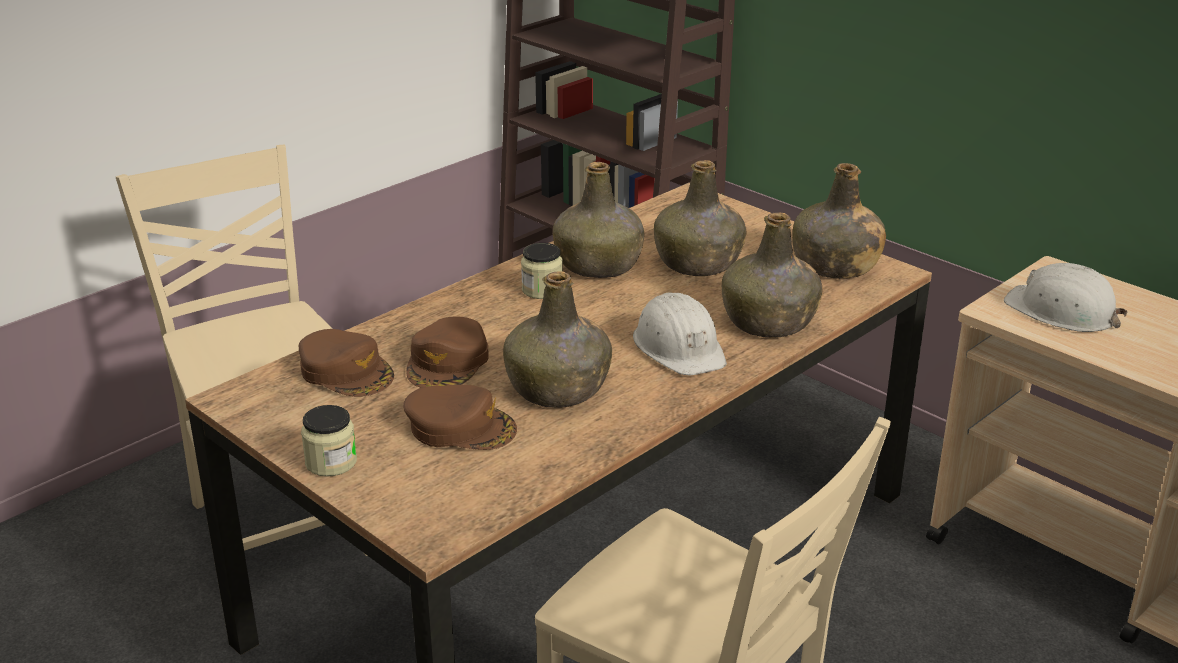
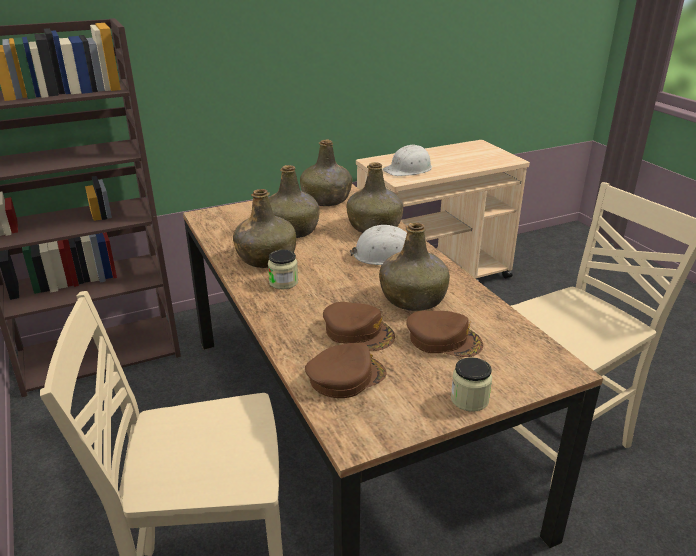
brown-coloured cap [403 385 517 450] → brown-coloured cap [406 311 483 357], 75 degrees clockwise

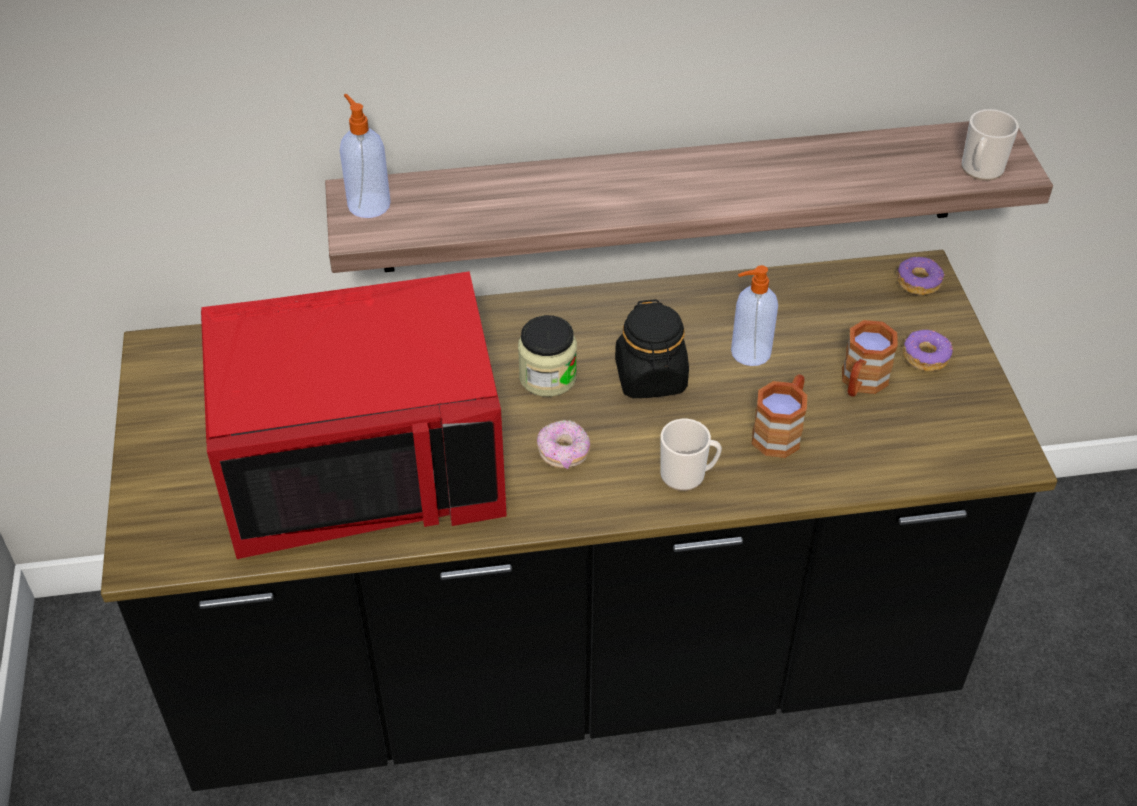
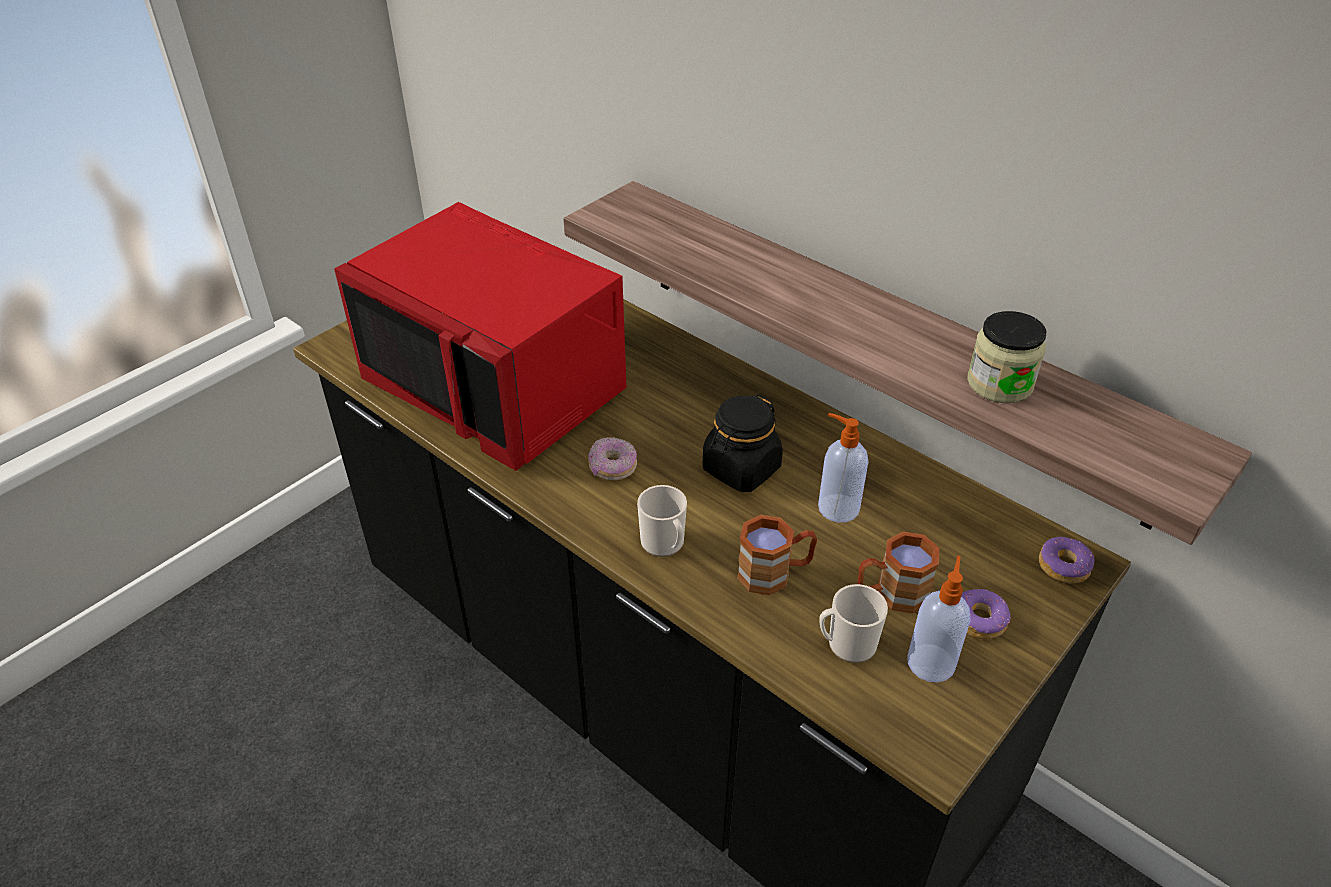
liquid soap bottle [340 94 391 218] → liquid soap bottle [907 555 970 683], shifted
preserve jar [518 315 577 397] → preserve jar [967 311 1046 403], shifted
coffee mug [962 109 1019 181] → coffee mug [819 584 888 663], shifted

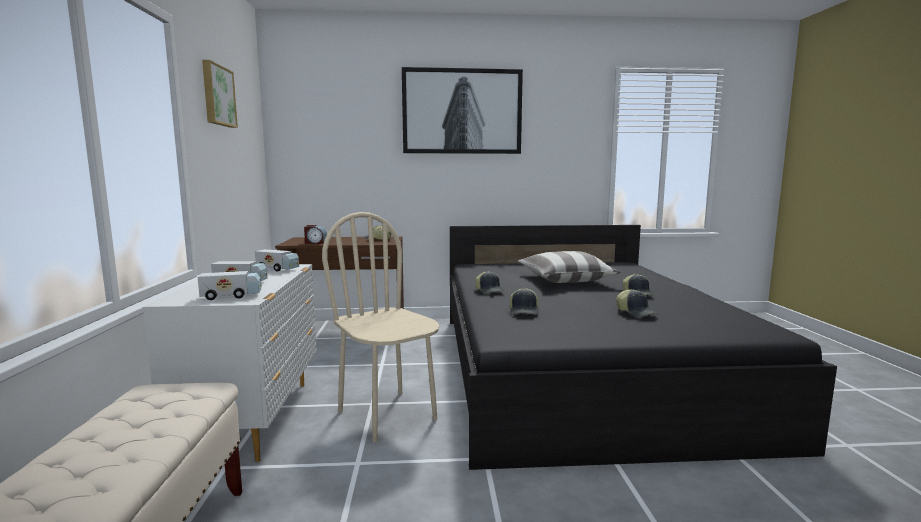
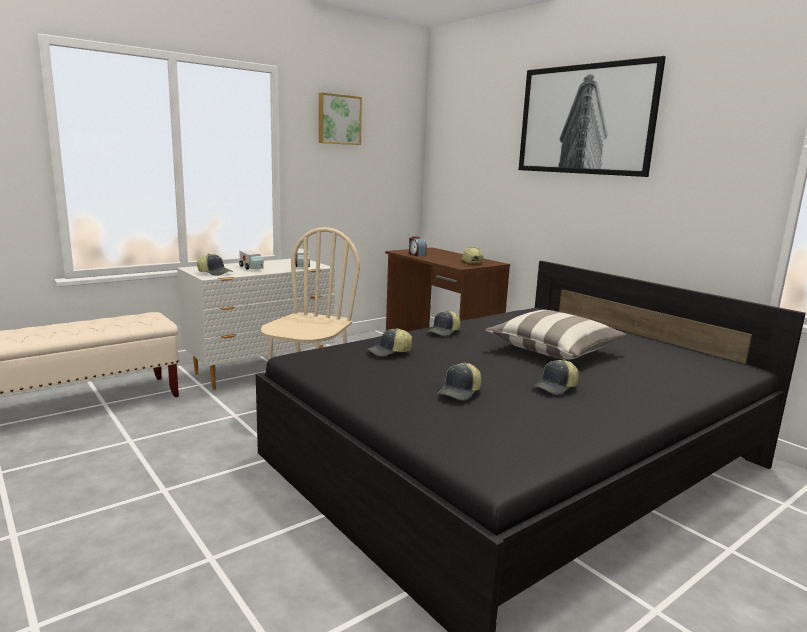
toy truck [198 271 261 300] → cap [197 253 233 276]

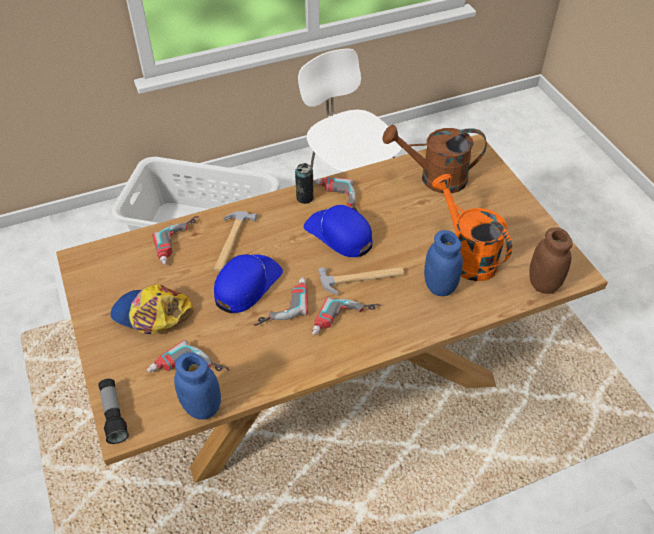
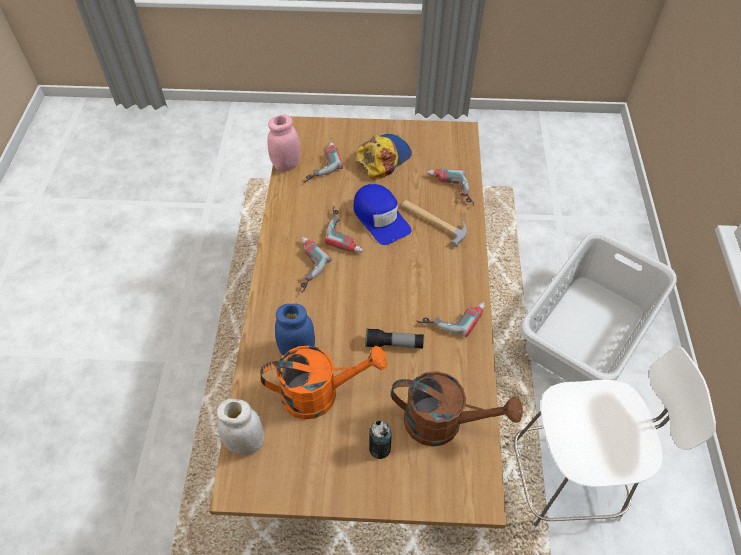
blue cap [304 205 372 257] → -
tool hammer [318 267 404 295] → -
torch [98 379 129 444] → torch [365 328 424 349], shifted
can [295 163 314 204] → can [369 421 392 459], shifted
blue preserve jar [174 352 221 420] → pink-coloured preserve jar [267 114 300 172]
brown-coloured preserve jar [529 227 573 294] → white preserve jar [217 399 264 454]
brown-coloured watering can [382 125 487 193] → brown-coloured watering can [391 371 523 447], 75 degrees clockwise

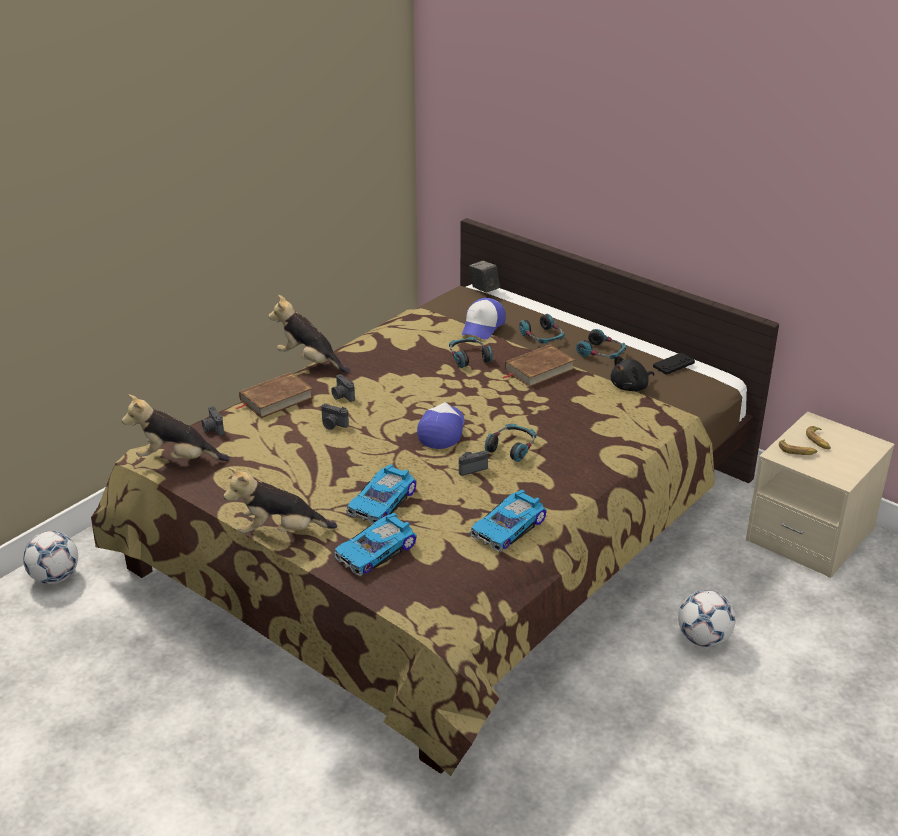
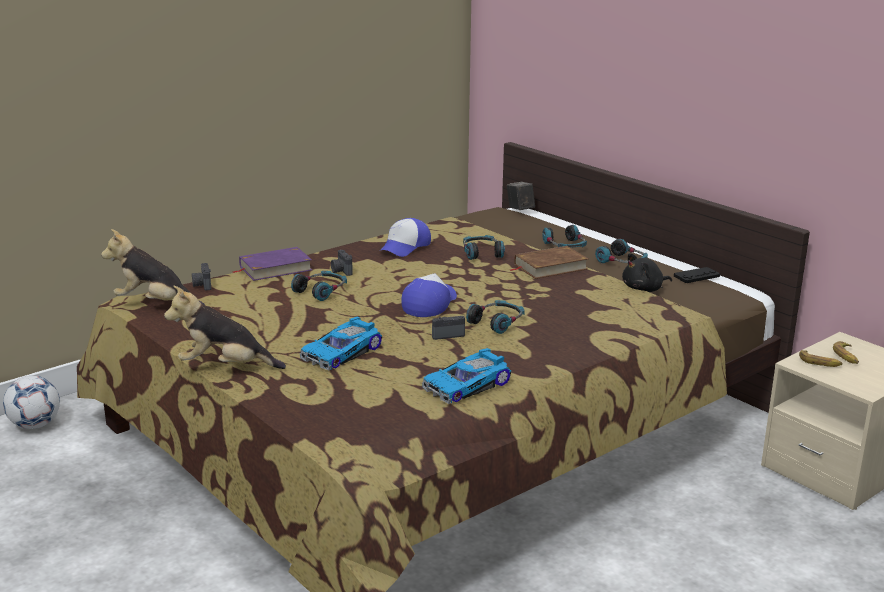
plush toy [268 295 350 373] → -
model car [334 513 417 576] → -
ball for football [678 590 735 647] → -
cap [462 298 506 340] → cap [381 218 431 257], shifted
still camera [321 403 349 430] → headphones [291 271 347 301]
brown-coloured bound book [236 372 314 418] → purplish bound book [232 247 312 281]

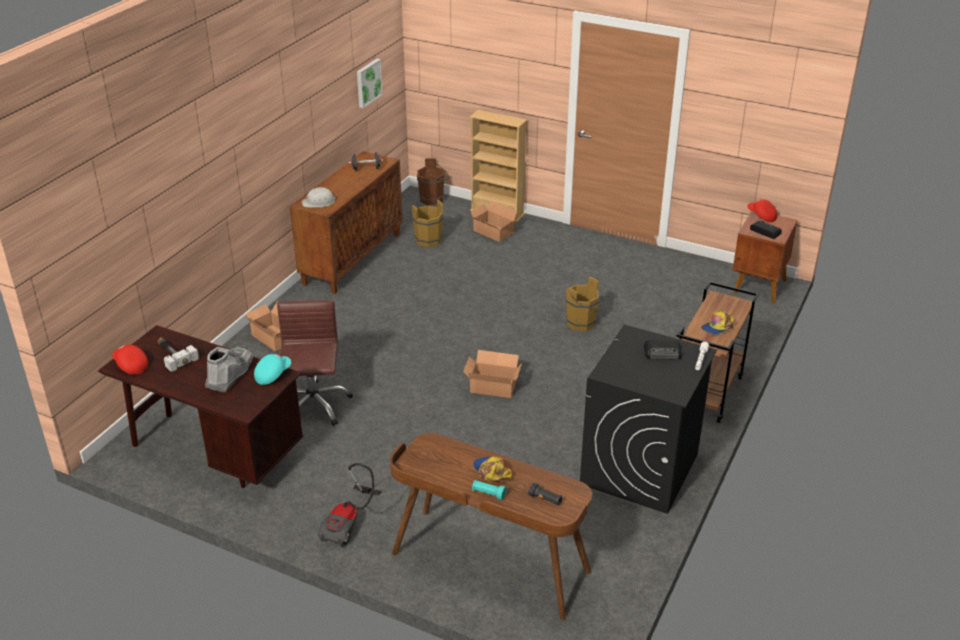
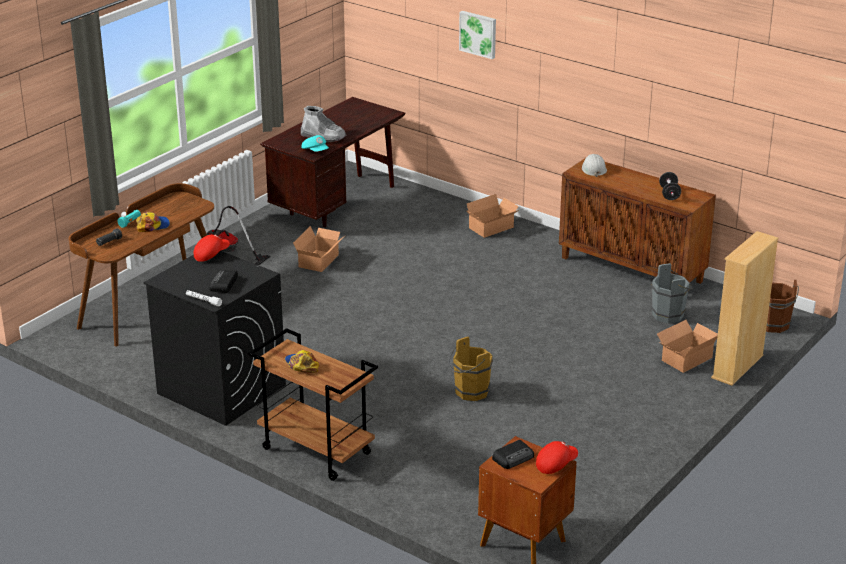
tool hammer [157 338 199 372] → -
brown-coloured computer chair [277 300 353 426] → -
red cap [112 345 148 374] → red cap [194 234 230 262], shifted
wall art [357 59 383 108] → wall art [459 11 496 59], shifted
cardboard box [463 350 522 398] → cardboard box [293 226 346 272], shifted
brown-coloured water bucket [410 199 444 248] → grey water bucket [651 263 693 323]

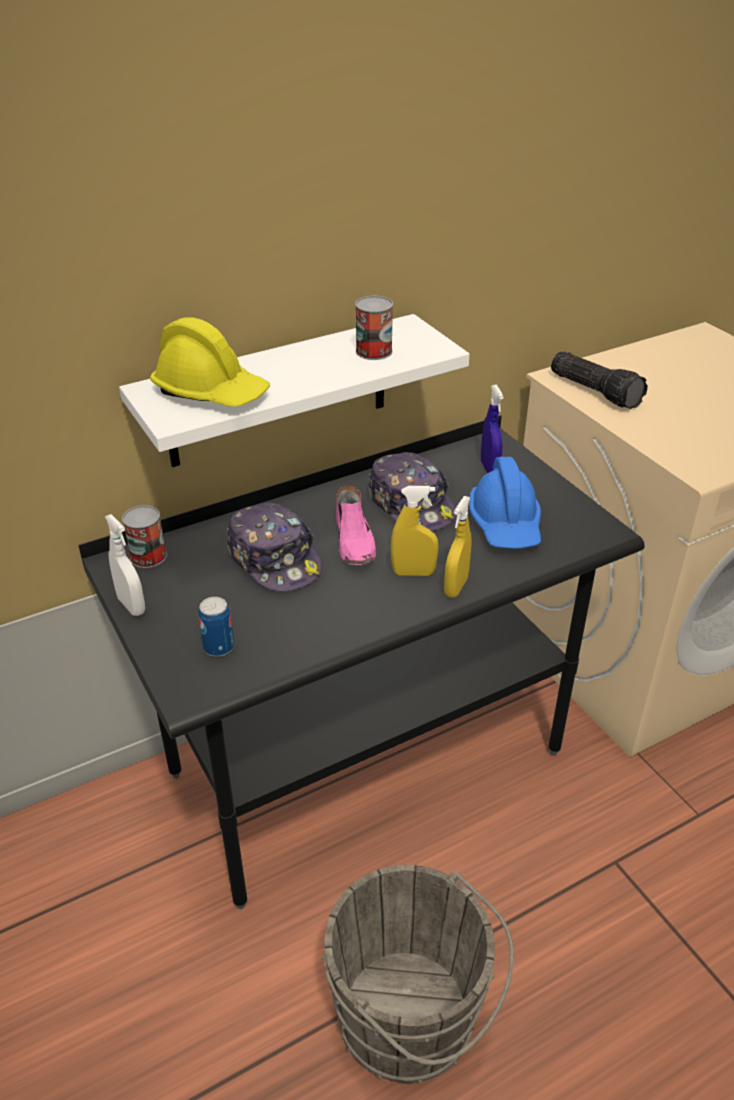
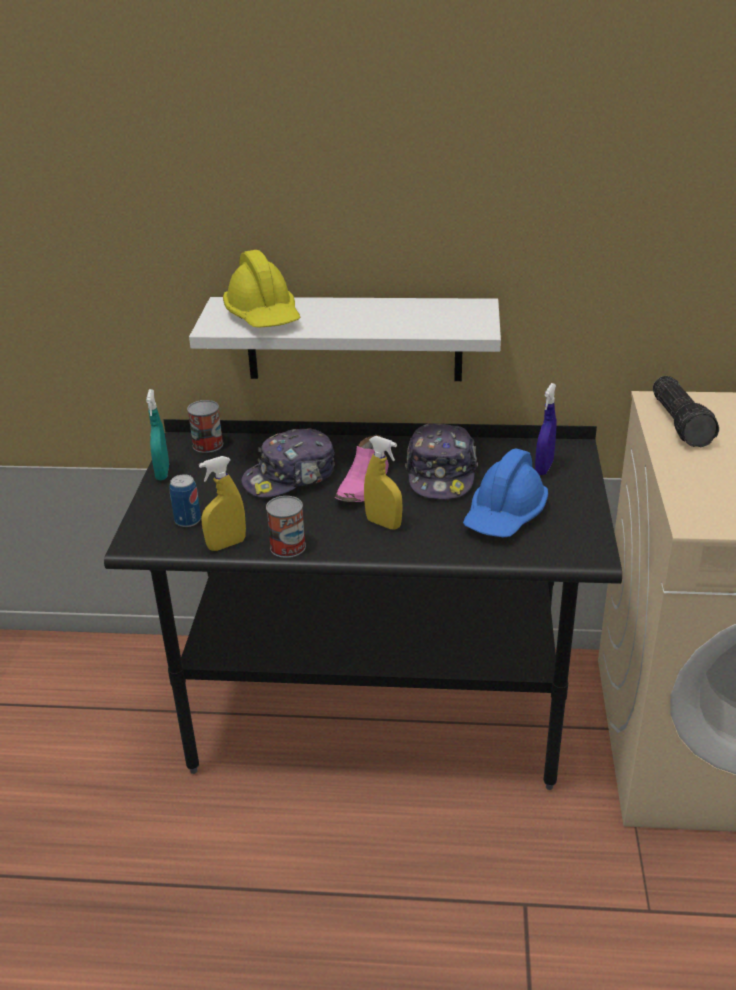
grey water bucket [322 865 514 1083] → -
can [355 296 393 360] → can [266 496 306 558], shifted
yellow-coloured spray bottle [444 496 471 598] → yellow-coloured spray bottle [199 456 246 551], shifted
white spray bottle [105 514 145 616] → blue-green spray bottle [146 389 169 480]
cap [227 503 322 592] → cap [241 428 335 497], 60 degrees clockwise

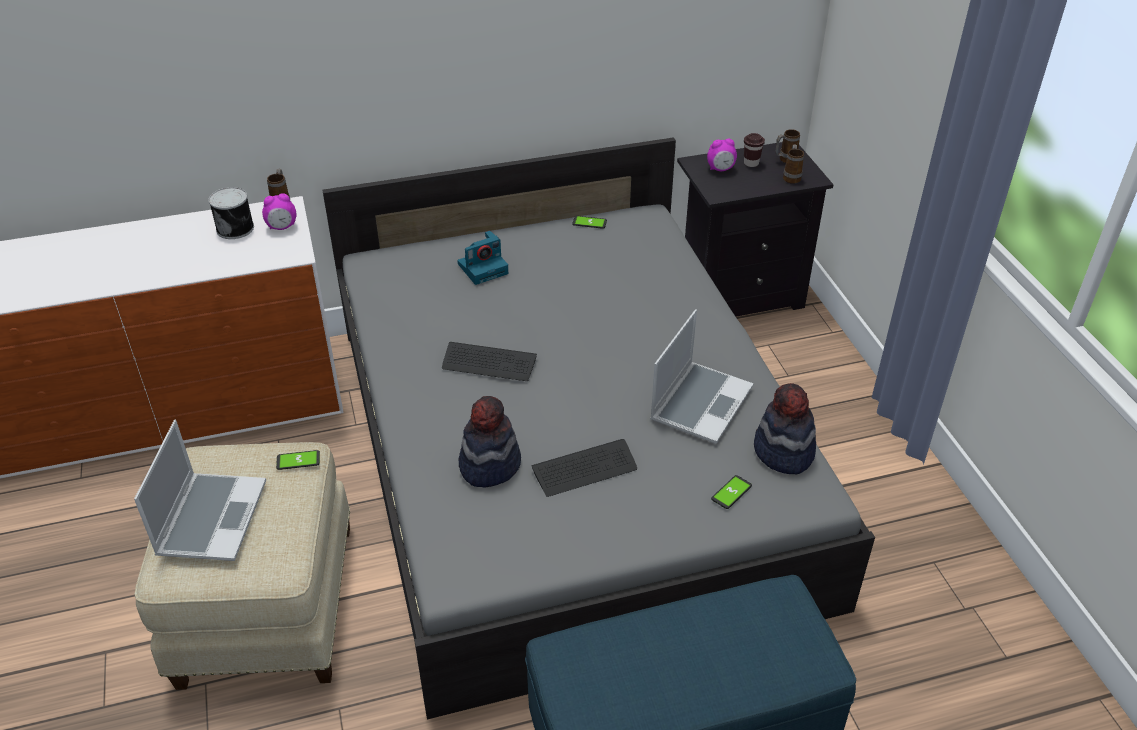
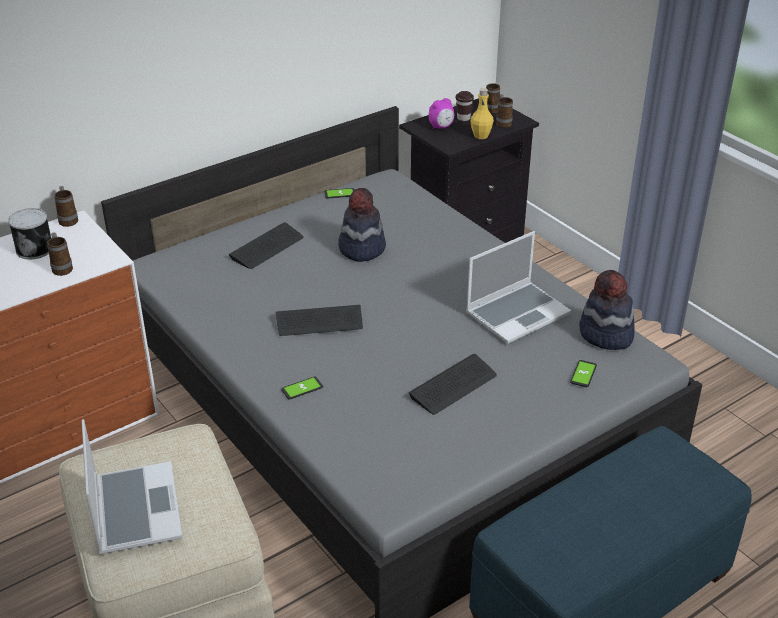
bedside clock [262 193 297 230] → -
- → coffee mug [47 232 73 276]
- → yellow-coloured bottle [471 88 494 139]
telephone [276 450 320 470] → telephone [281 377 323 399], shifted
wearable hat [458 396 521 487] → wearable hat [338 188 386 262], shifted
still camera [457 231 508 285] → PC keyboard [229 222 304 269]
laptop [650 309 754 444] → laptop [466 231 571 344], 45 degrees clockwise

